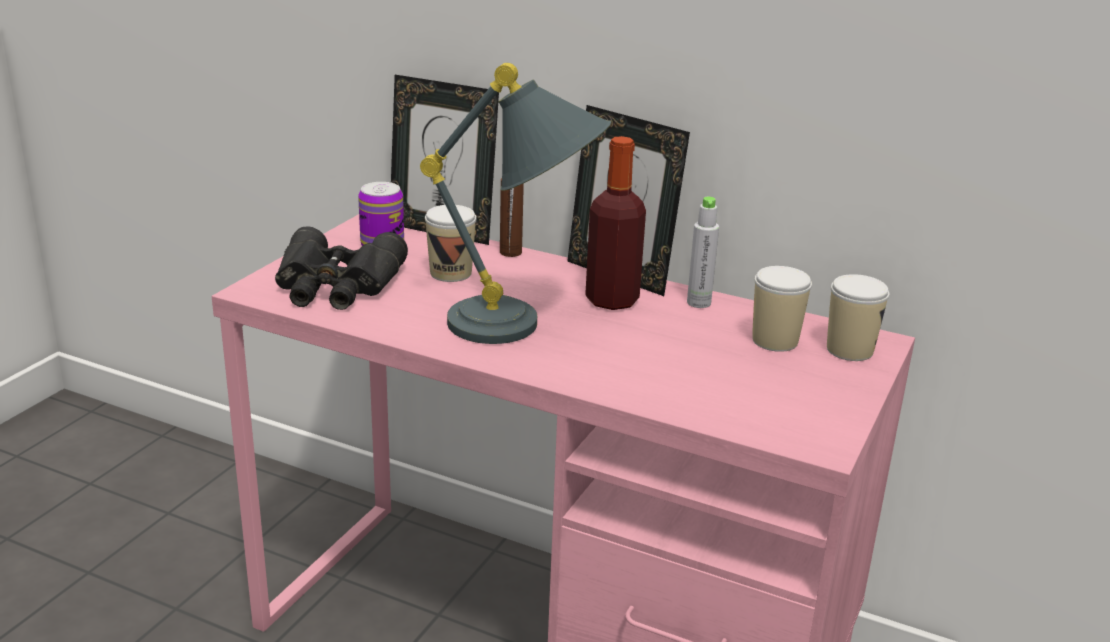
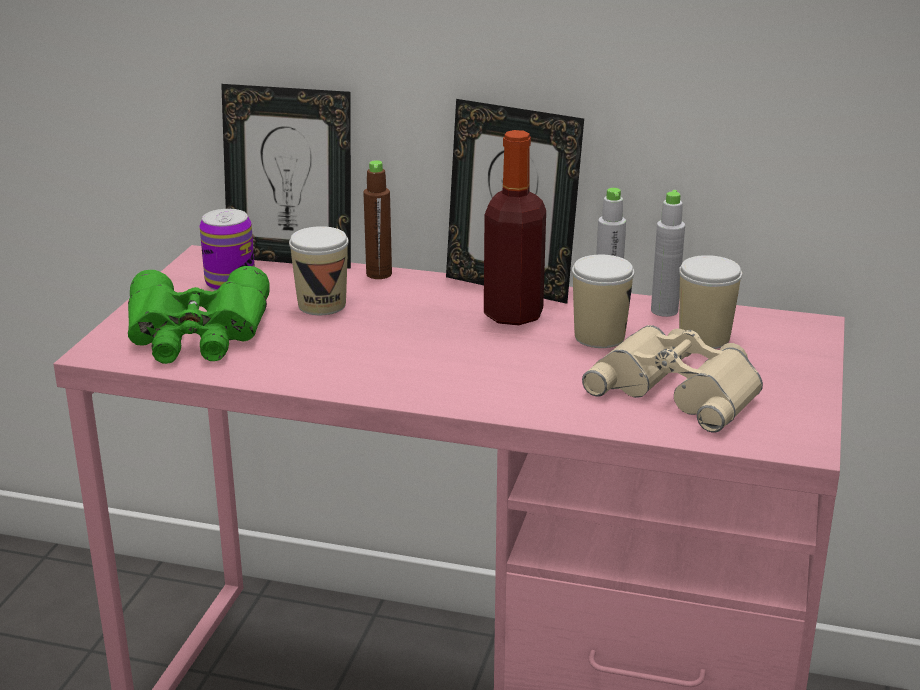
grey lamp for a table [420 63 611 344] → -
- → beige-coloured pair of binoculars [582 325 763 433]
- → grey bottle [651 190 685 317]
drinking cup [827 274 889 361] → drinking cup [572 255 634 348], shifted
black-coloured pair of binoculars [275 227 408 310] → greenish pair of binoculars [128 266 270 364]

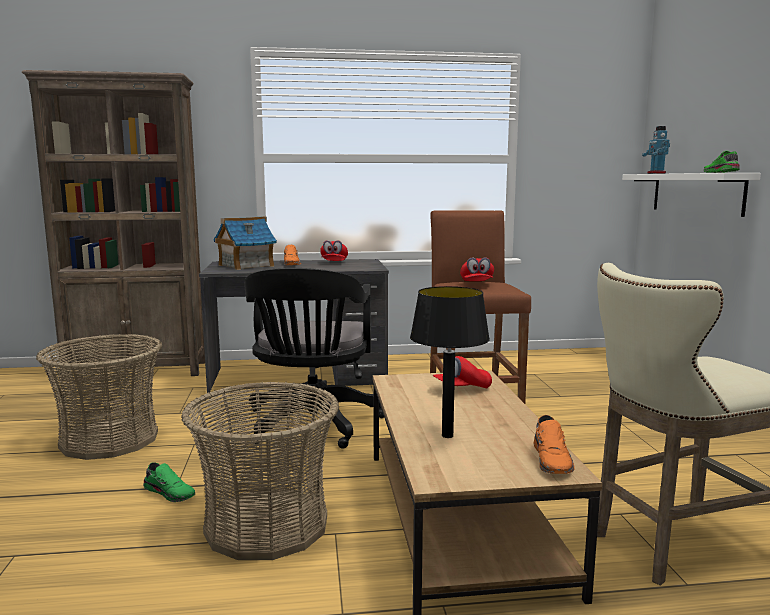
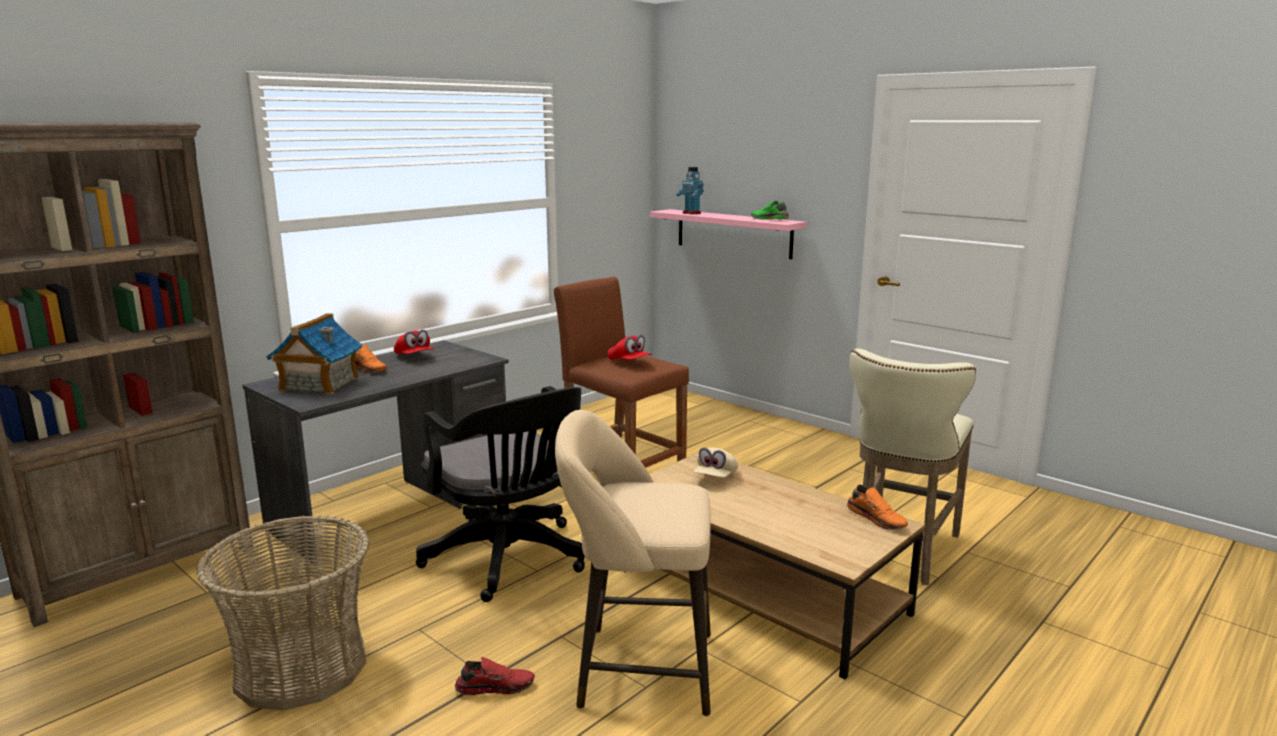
black-coloured lamp for a table [410 286 490 438] → -
storage basket [181 381 339 560] → beige-coloured stool seat [555 410 711 717]
greenish item of footwear [143 462 195 502] → red item of footwear [455 657 535 695]
red cap [433 356 492 388] → beige-coloured cap [694 448 738 478]
white shelf [622 173 761 217] → pink-coloured shelf [650 209 807 259]

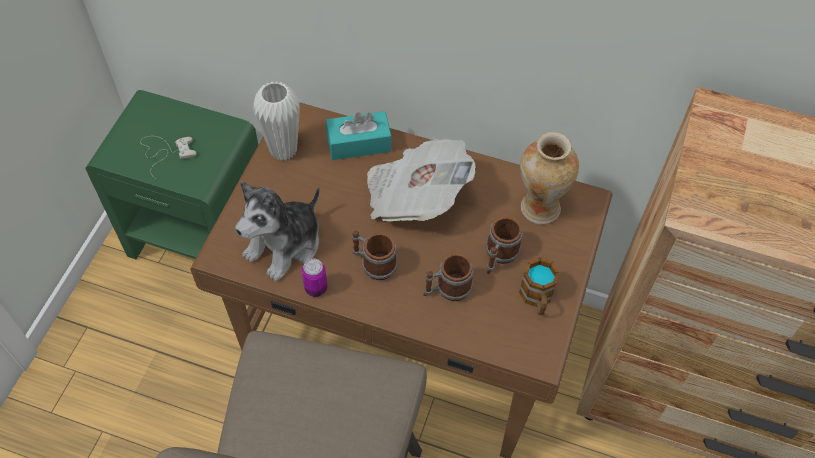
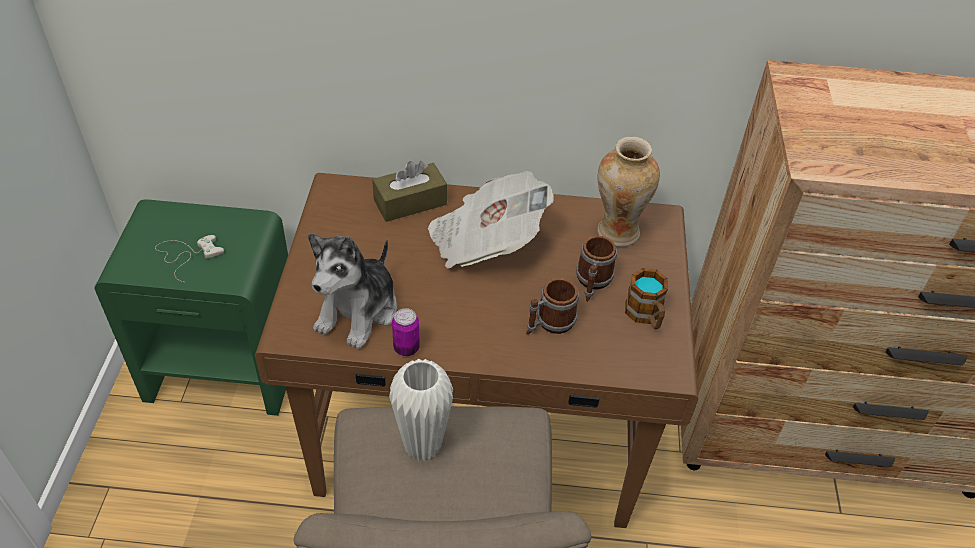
coffee mug [352 230 398 280] → -
white flower vase [253 81 300 161] → white flower vase [389 359 453 461], shifted
blue-green box of tissues [326 111 392 160] → brown-coloured box of tissues [372 161 447 222]

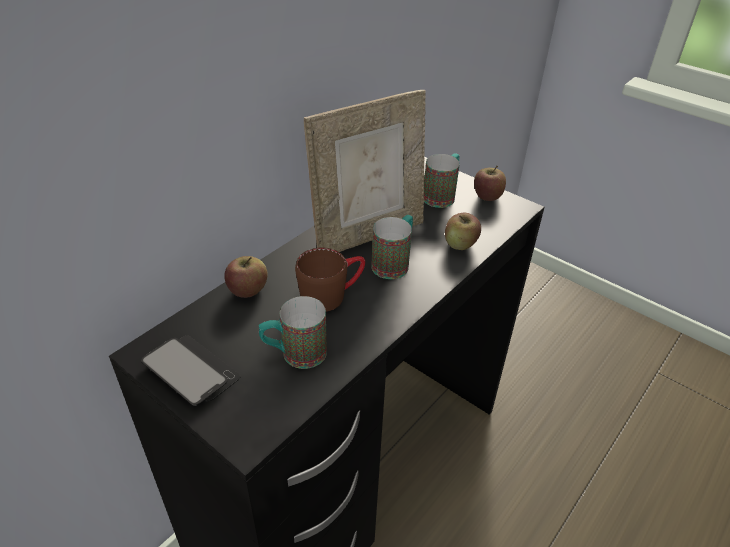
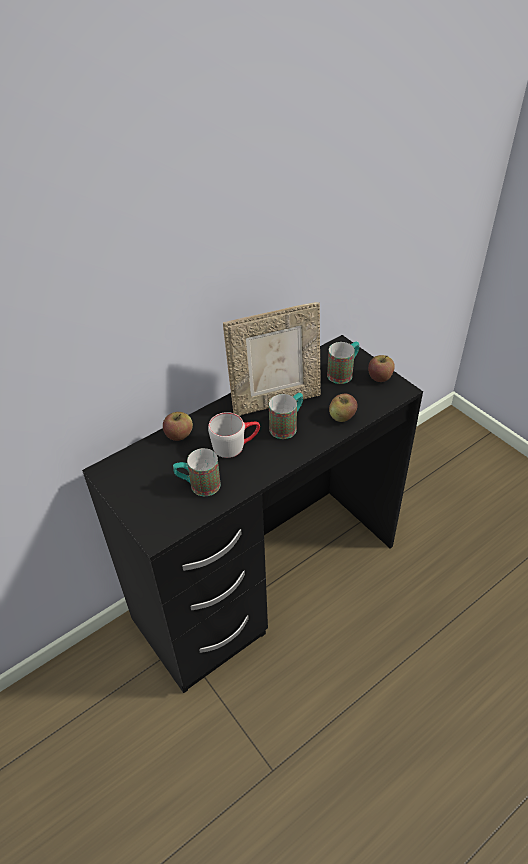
telephone [141 336 241 406] → -
brown-coloured coffee mug [295 247 365 312] → grey coffee mug [208 412 260 458]

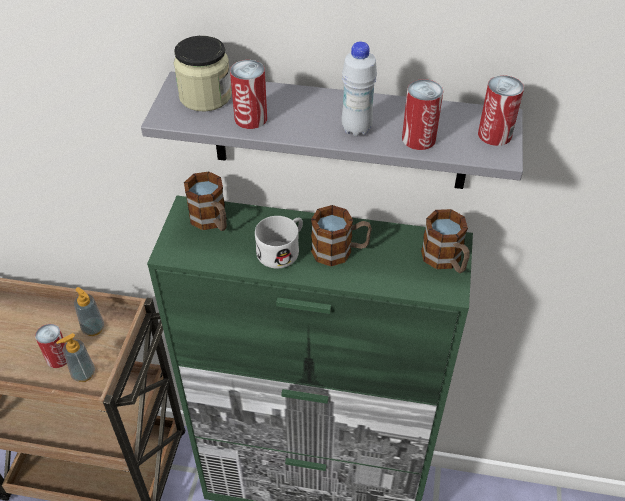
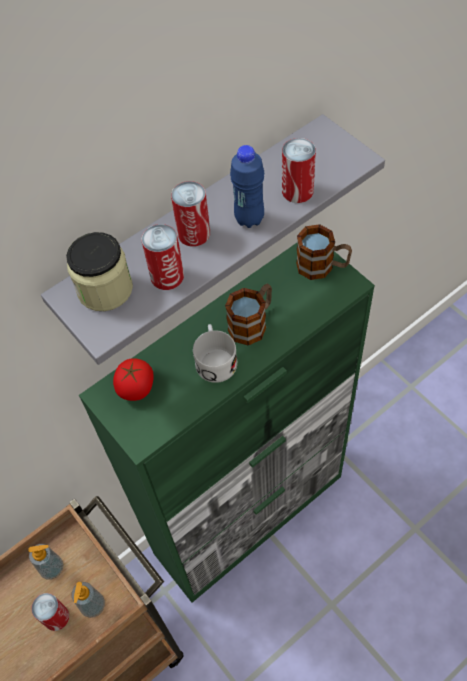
can [478 75 524 146] → can [171 181 210 247], shifted
coffee mug [184 171 227 231] → whole tomato [113 358 154 401]
white bottle [342 42 377 136] → blue bottle [230 145 264 228]

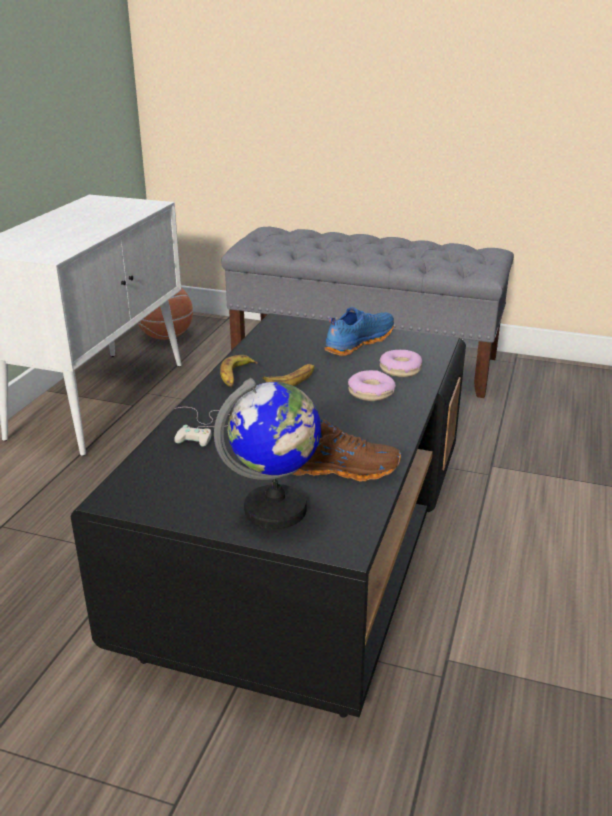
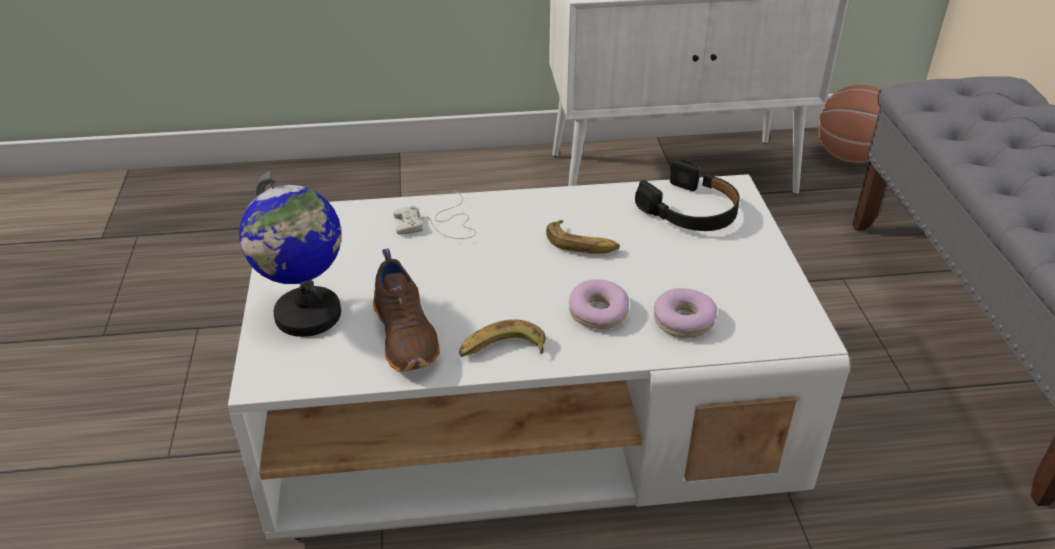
blue item of footwear [324 307 394 356] → -
- → black-coloured headphones [635 160 740 231]
banana [220 355 257 387] → banana [459 320 546 357], shifted
black-coloured coffee table [70 313 466 718] → white coffee table [228 174 850 540]

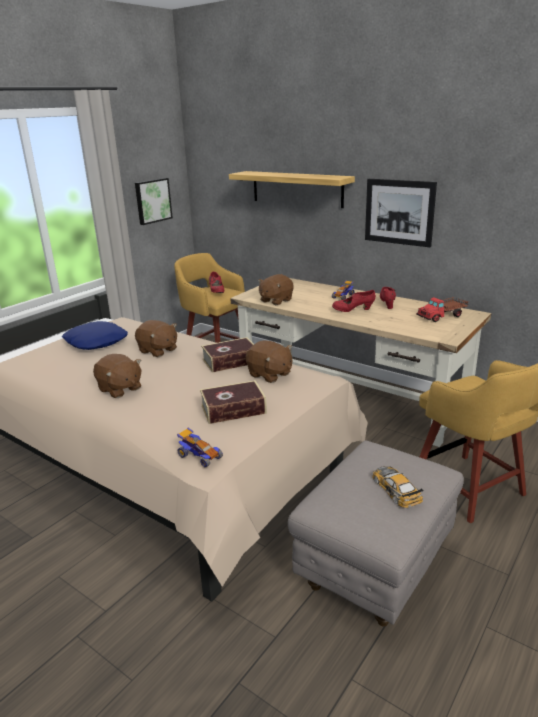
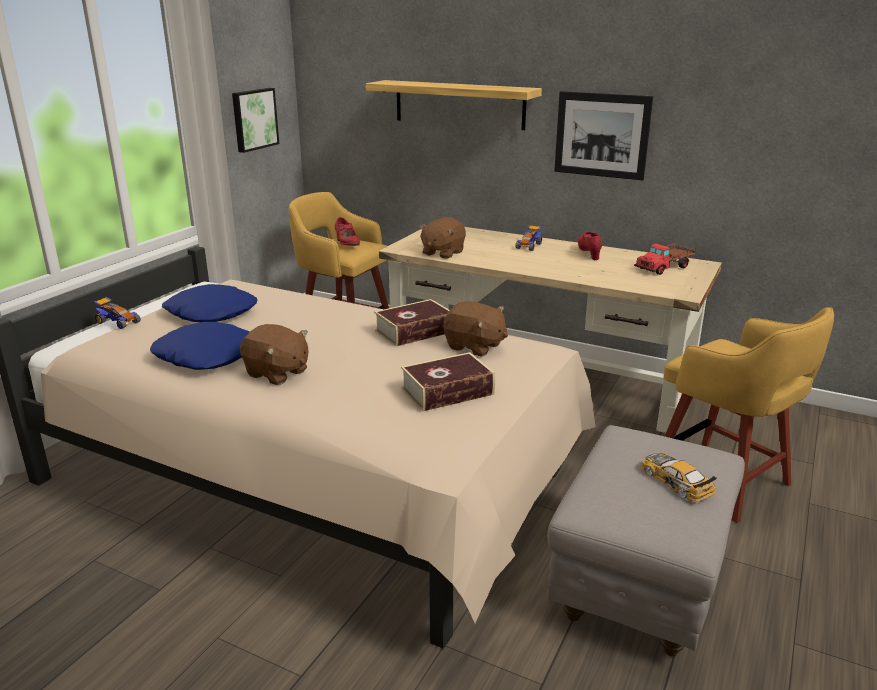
brown-coloured plush toy [135 320 177 357] → -
red item of footwear [332 290 376 312] → -
- → blue cushion [150 322 249 370]
model car [177 428 223 467] → model car [94 297 141 329], shifted

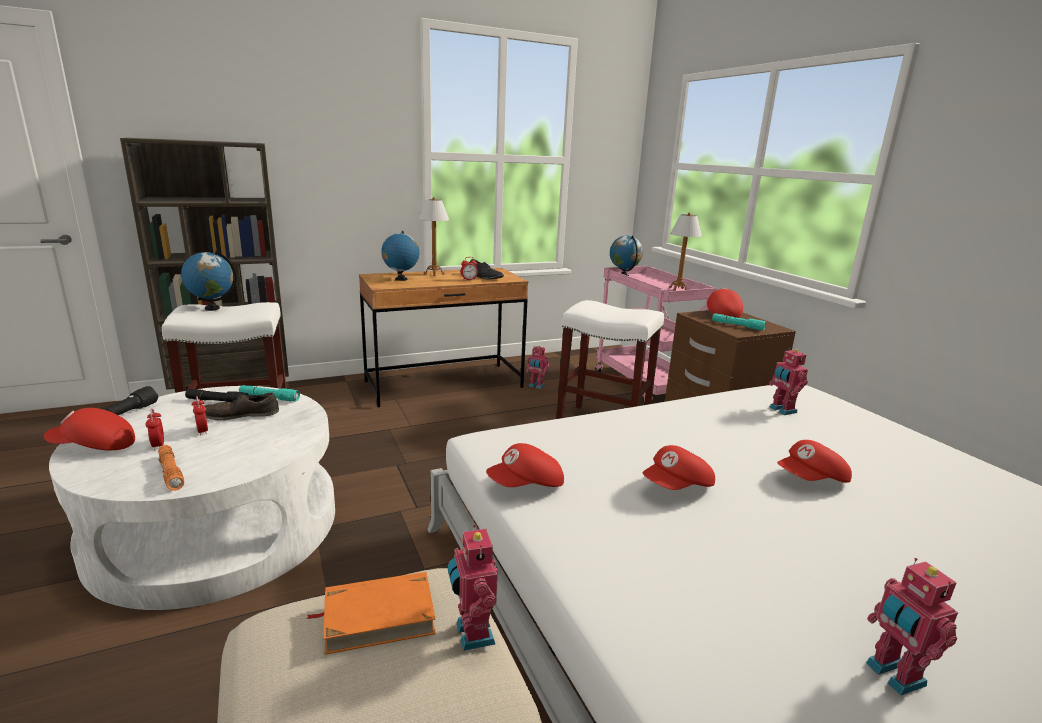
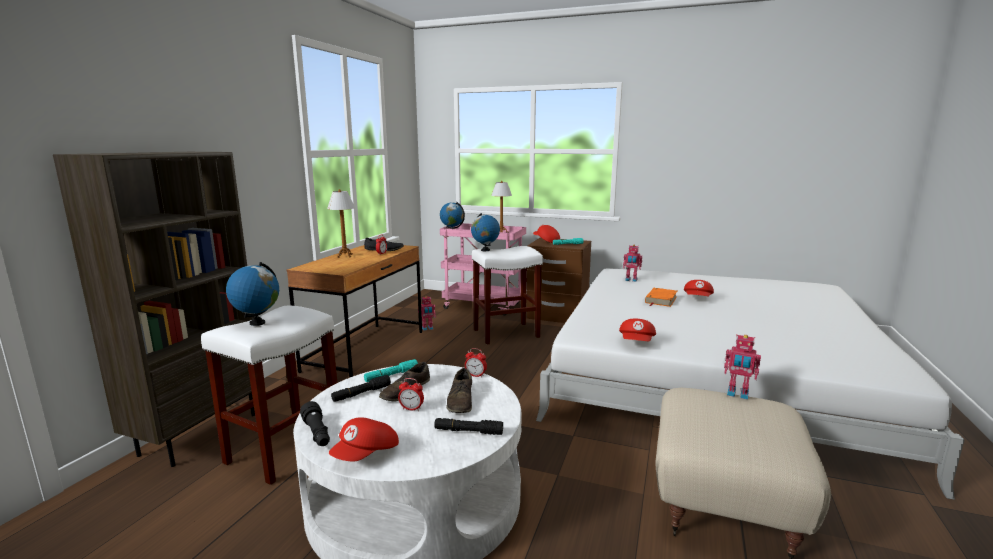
red cap [643 445 715 490] → -
robot figure [866 558 958 696] → -
- → brown-coloured item of footwear [447 368 472 413]
bedside clock [146 409 164 450] → bedside clock [465 348 487 378], shifted
orange-coloured bound book [306 572 436 655] → orange-coloured bound book [645 288 677 307], shifted
globe [381 231 419 281] → globe [471 213 500 251], shifted
orange-coloured torch [158 445 184 491] → black-coloured torch [434 418 503 435]

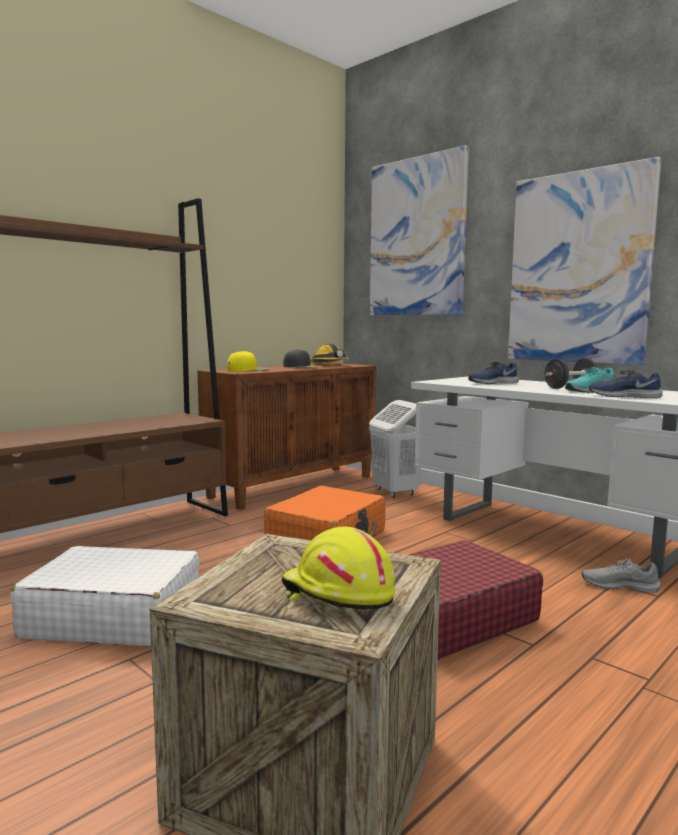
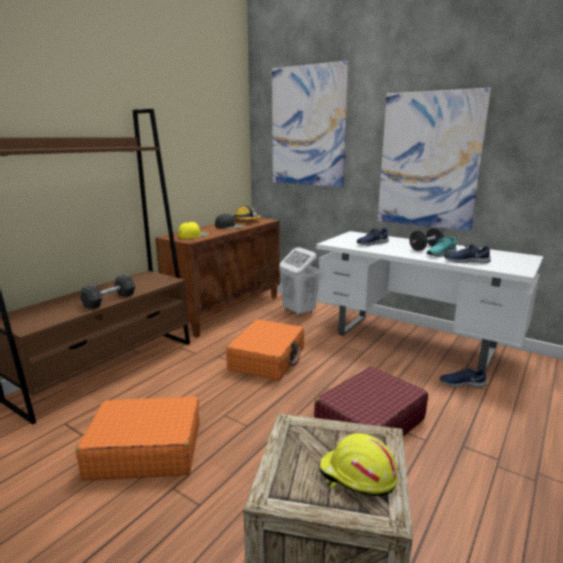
- → grey dumbbell [80 275 135 309]
white suitcase [10 546 200 646] → orange-coloured suitcase [76 396 200 480]
grey item of footwear [582 558 660 593] → blue item of footwear [440 366 487 388]

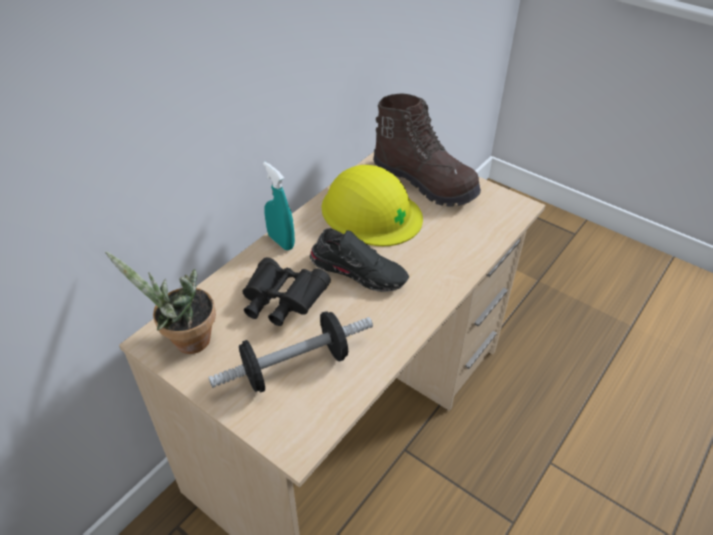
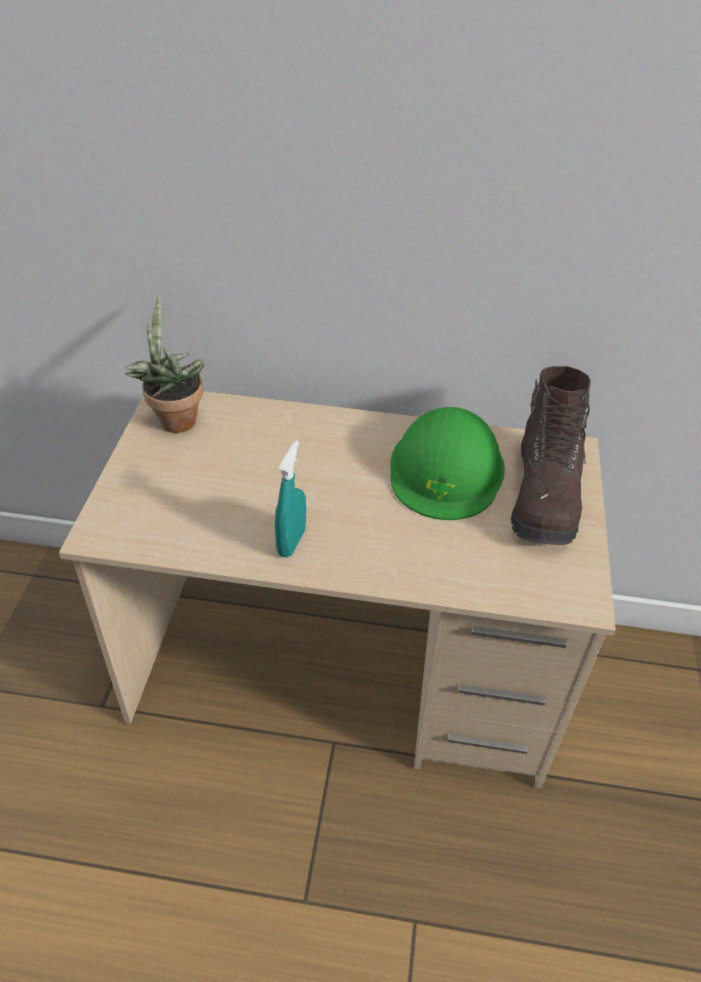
dumbbell [209 311 373 392] → -
black-coloured pair of binoculars [242 257 331 326] → -
black-coloured item of footwear [310 228 409 292] → -
blue-green spray bottle [263 162 295 250] → blue-green spray bottle [275 440 306 558], shifted
yellow-coloured hard hat [322 165 423 246] → greenish hard hat [390 407 505 520]

